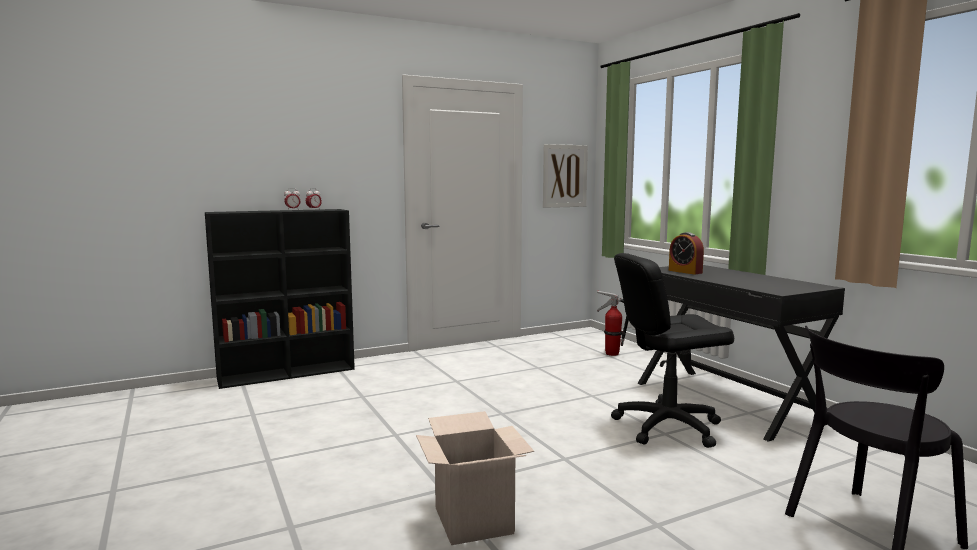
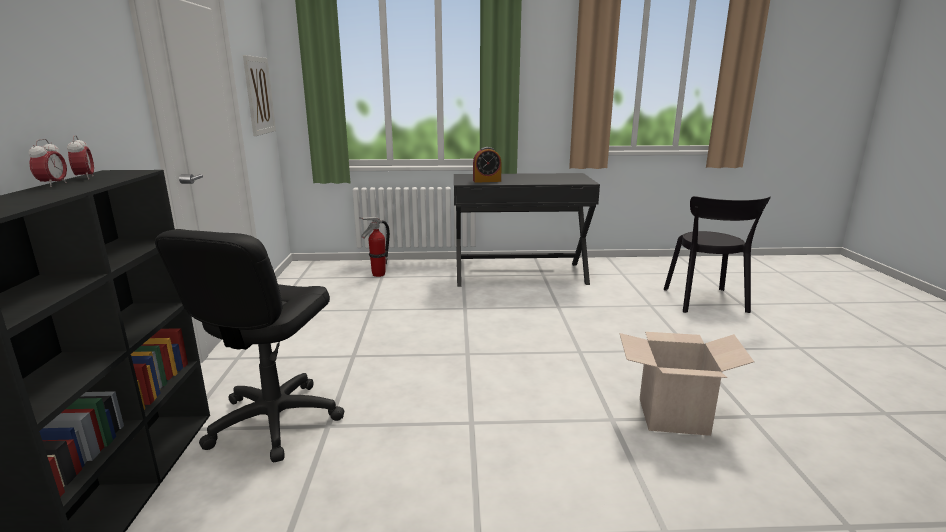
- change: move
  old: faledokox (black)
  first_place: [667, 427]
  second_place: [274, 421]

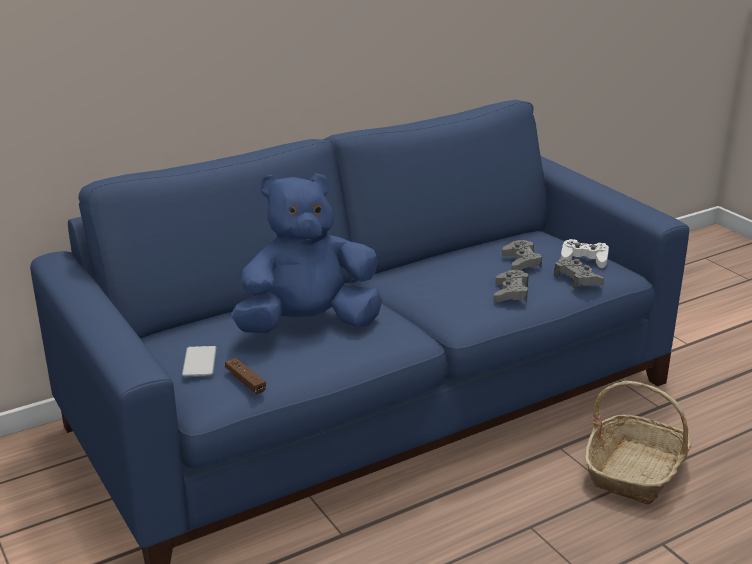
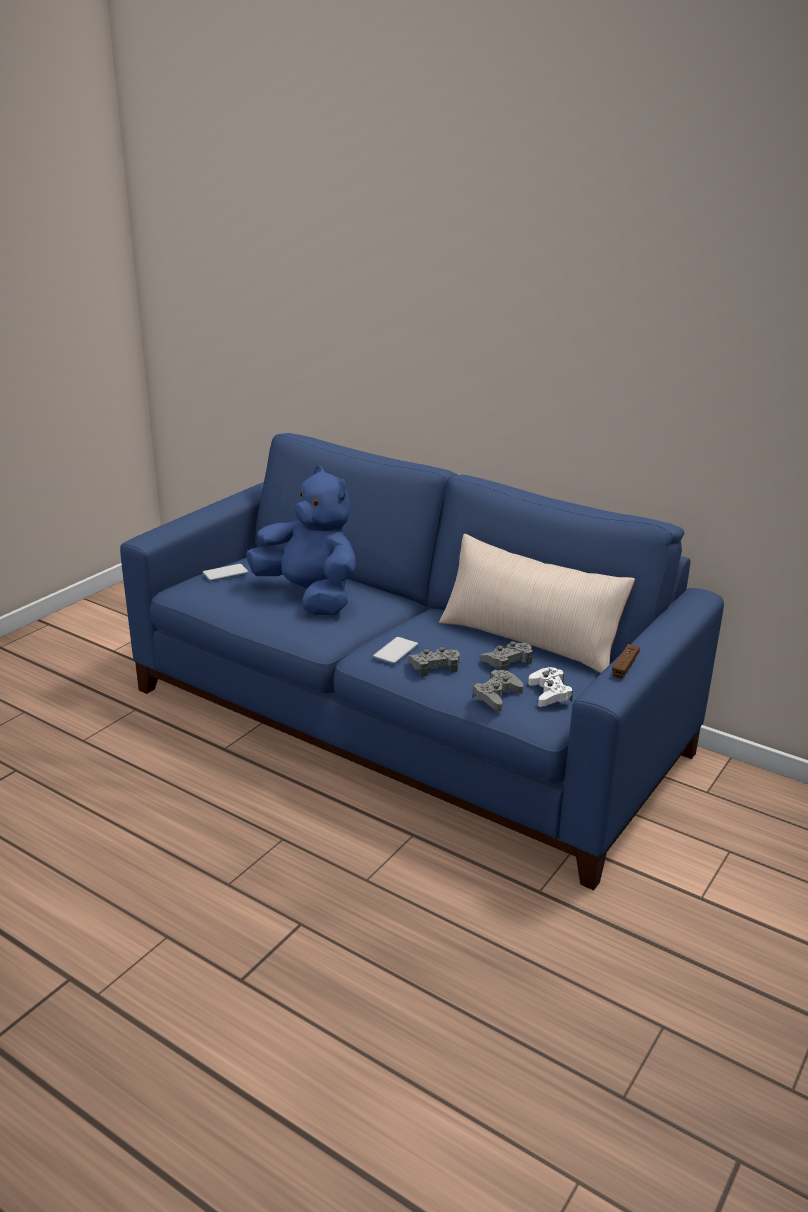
- change: delete
  old: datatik
  first_place: [635, 470]
- change: insert
  new: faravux
  second_place: [395, 651]
- change: insert
  new: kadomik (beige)
  second_place: [529, 639]
- change: move
  old: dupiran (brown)
  first_place: [245, 381]
  second_place: [625, 666]

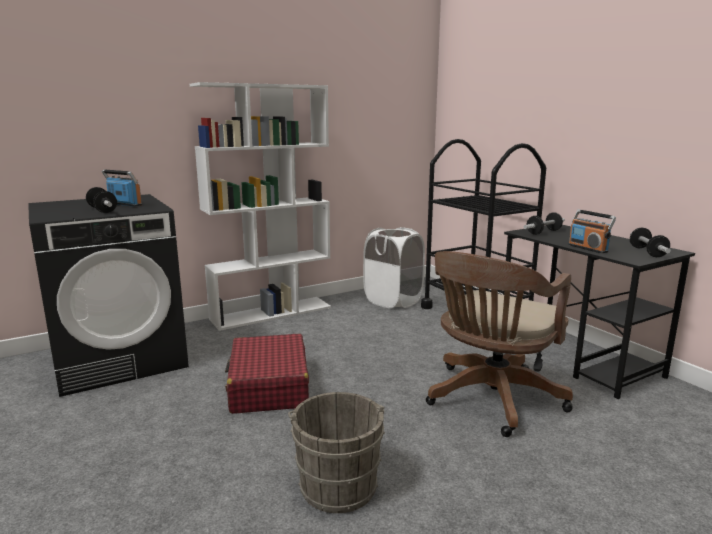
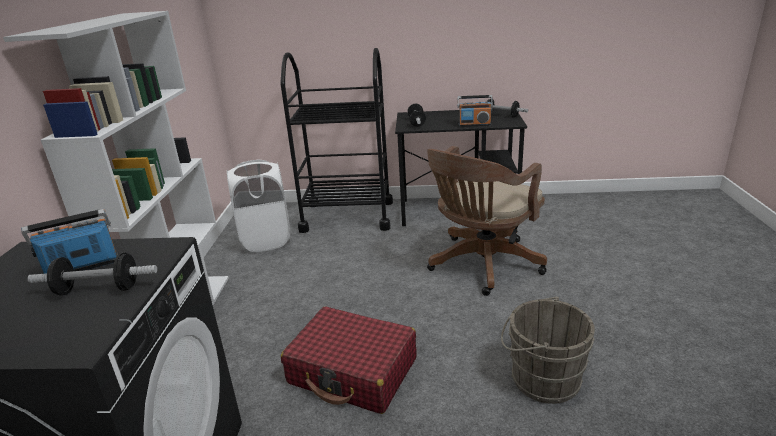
- change: rotate
  old: faledokox (brown)
  first_place: [491, 400]
  second_place: [481, 266]
  degrees: 60

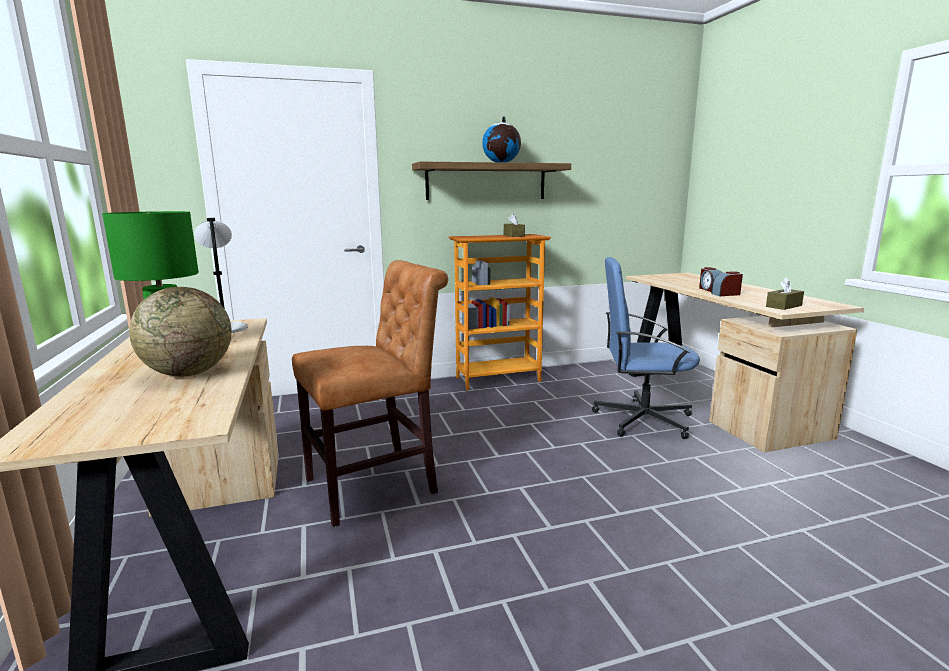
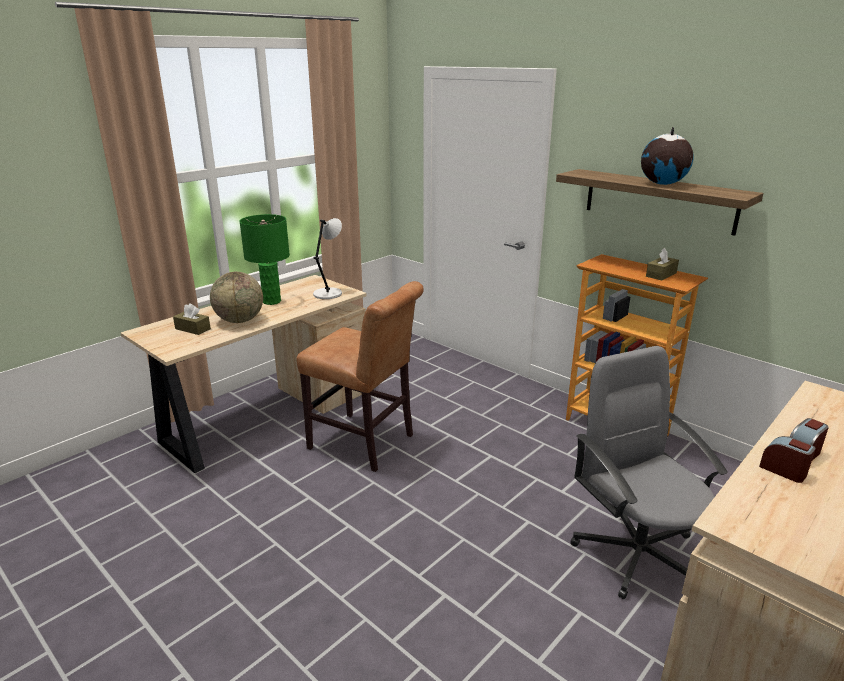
- change: move
  old: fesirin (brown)
  first_place: [783, 306]
  second_place: [193, 329]
- change: recolor
  old: faledokox (blue)
  new: faledokox (grey)
  first_place: [641, 419]
  second_place: [636, 552]

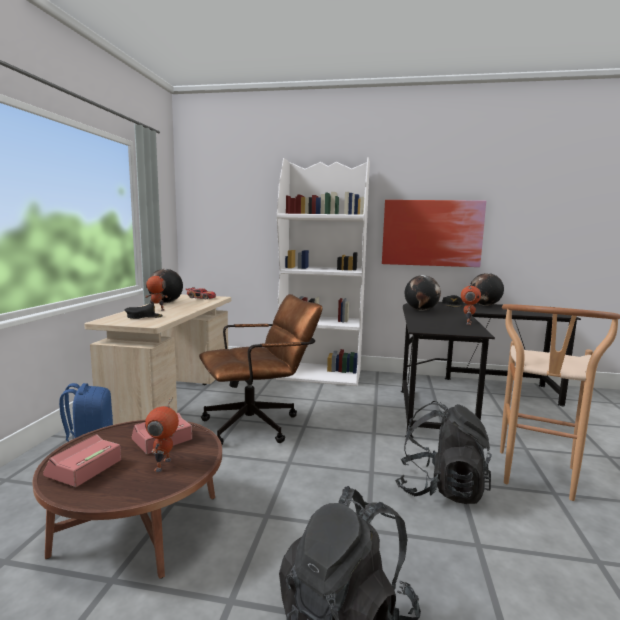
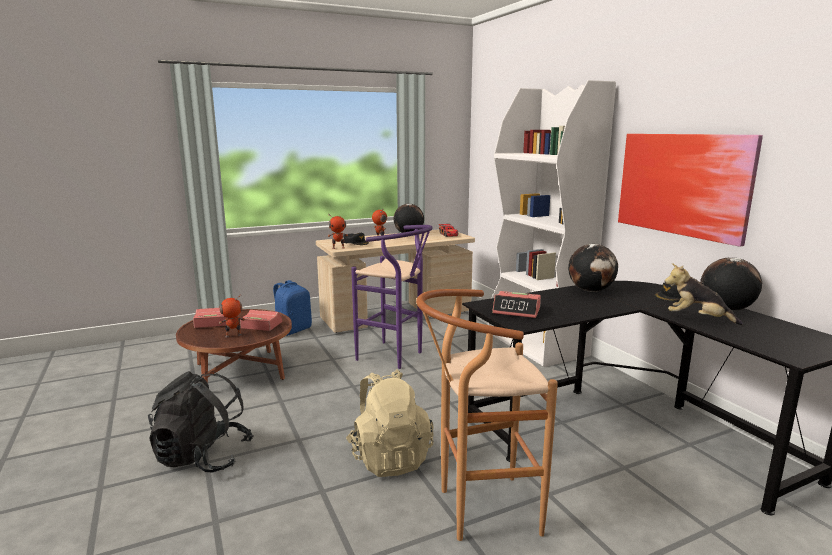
- change: insert
  new: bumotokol
  second_place: [516, 311]
- change: insert
  new: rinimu
  second_place: [697, 319]
- change: move
  old: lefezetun
  first_place: [468, 323]
  second_place: [338, 248]
- change: replace
  old: faledokox (brown)
  new: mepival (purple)
  first_place: [259, 424]
  second_place: [395, 357]
- change: recolor
  old: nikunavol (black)
  new: nikunavol (beige)
  first_place: [441, 489]
  second_place: [389, 457]

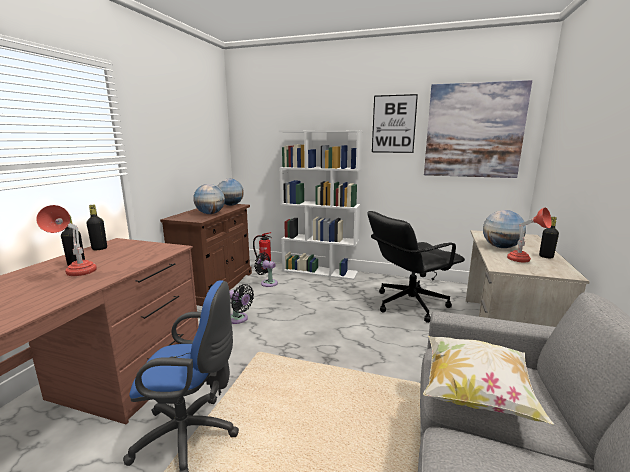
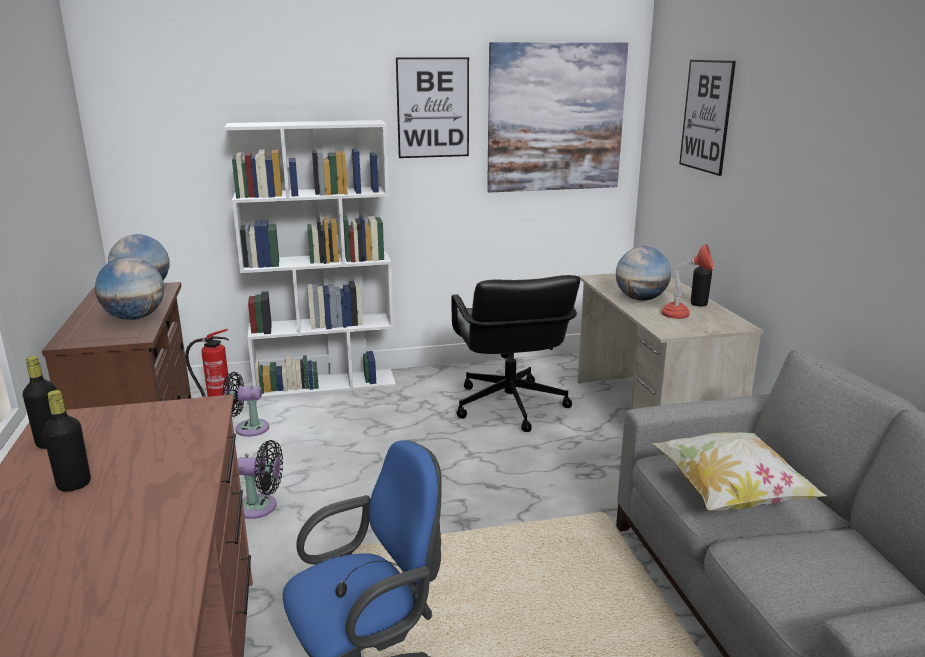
- change: delete
  old: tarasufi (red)
  first_place: [77, 274]
- change: insert
  new: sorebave
  second_place: [706, 116]
- change: rotate
  old: faledokox (black)
  first_place: [409, 304]
  second_place: [509, 406]
  degrees: -45

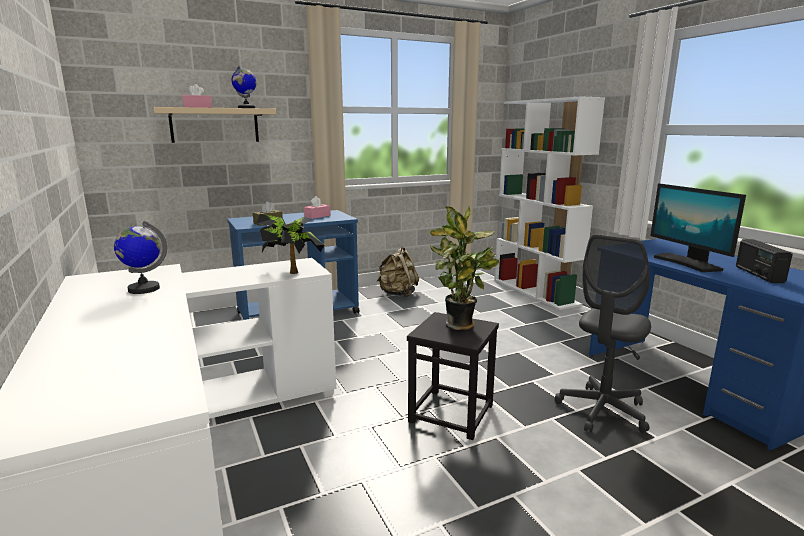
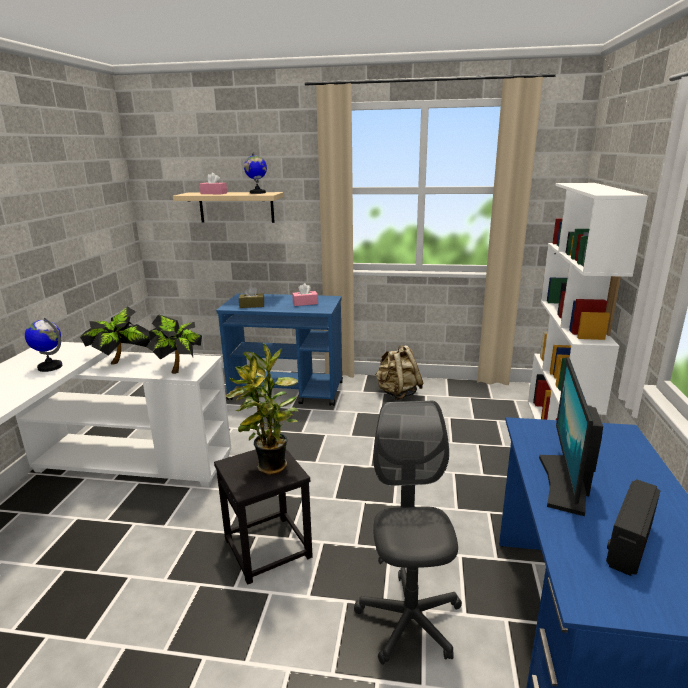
- change: insert
  new: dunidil
  second_place: [122, 361]
- change: rotate
  old: faledokox (grey)
  first_place: [602, 411]
  second_place: [409, 620]
  degrees: 105

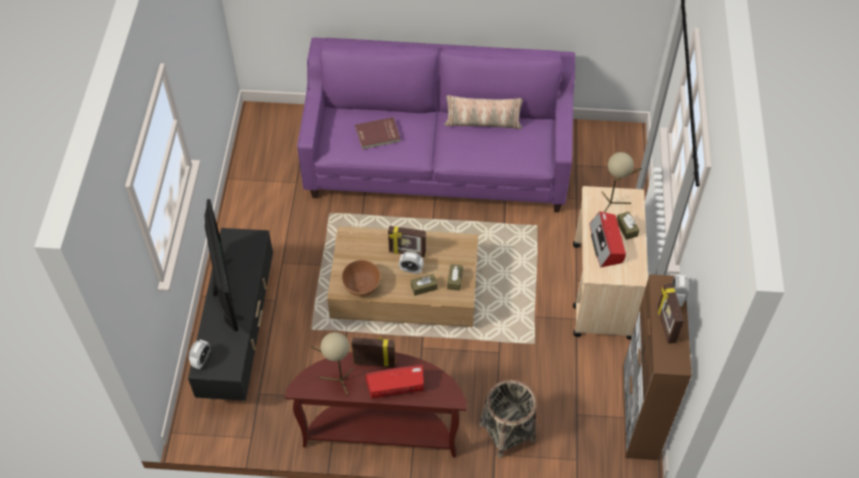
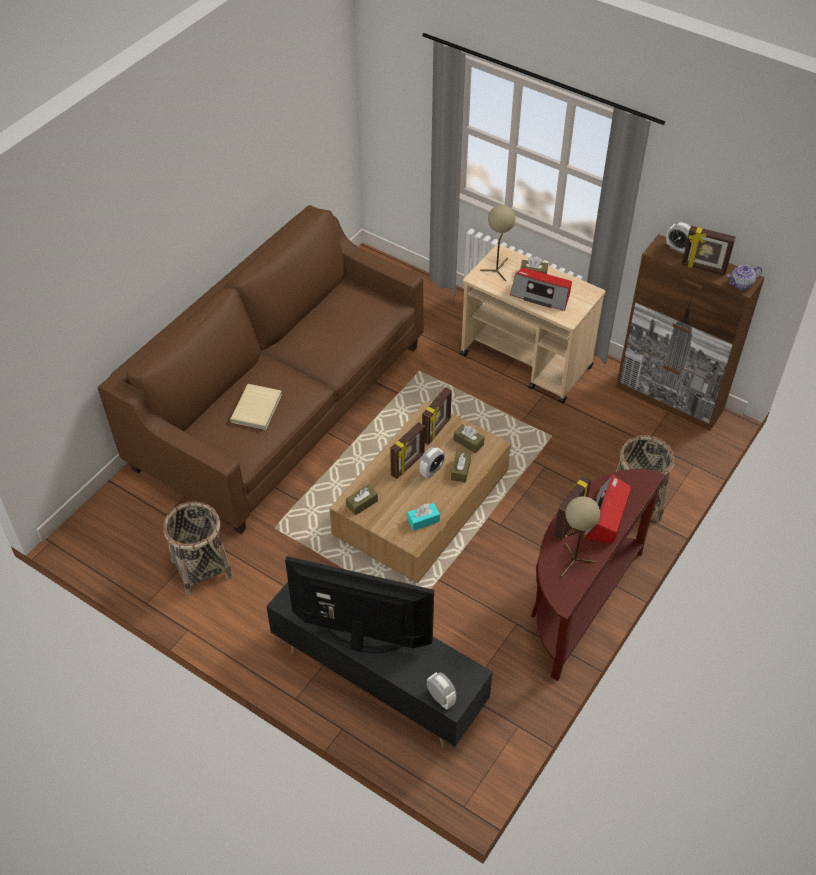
- change: delete
  old: kadomik
  first_place: [483, 122]
- change: insert
  new: datatik
  second_place: [201, 568]
- change: insert
  new: fesirin (brown)
  second_place: [362, 503]
- change: insert
  new: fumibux
  second_place: [437, 430]
- change: insert
  new: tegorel
  second_place: [741, 284]
- change: replace
  old: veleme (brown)
  new: fesirin (turquoise)
  first_place: [362, 286]
  second_place: [423, 520]
- change: recolor
  old: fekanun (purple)
  new: fekanun (brown)
  first_place: [437, 161]
  second_place: [280, 408]
- change: recolor
  old: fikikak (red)
  new: fikikak (beige)
  first_place: [378, 135]
  second_place: [257, 408]

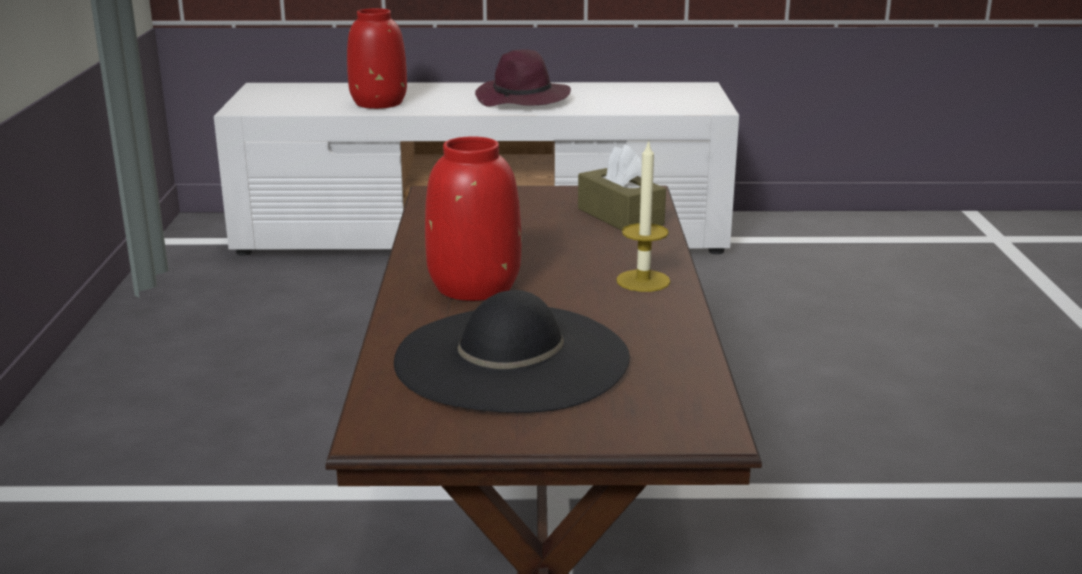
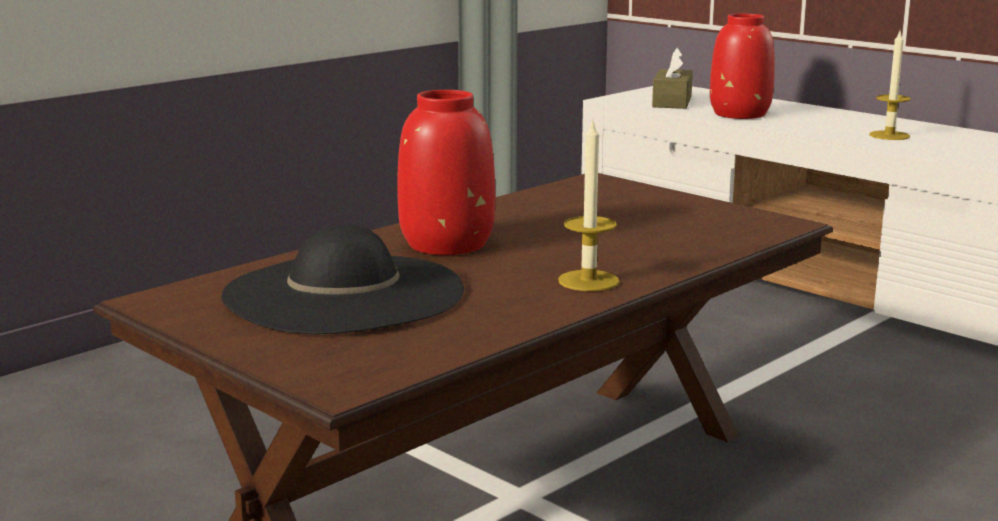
- change: move
  old: fesirin (brown)
  first_place: [620, 216]
  second_place: [672, 102]
- change: replace
  old: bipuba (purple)
  new: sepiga
  first_place: [523, 100]
  second_place: [889, 135]

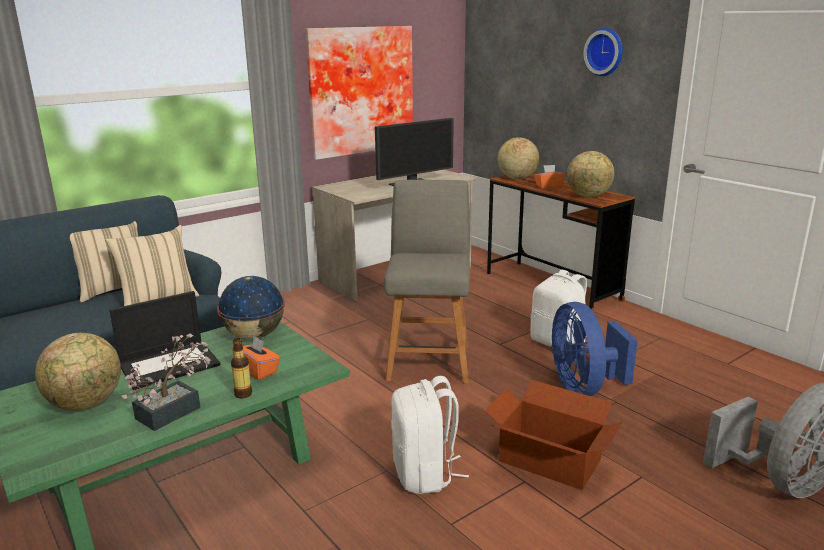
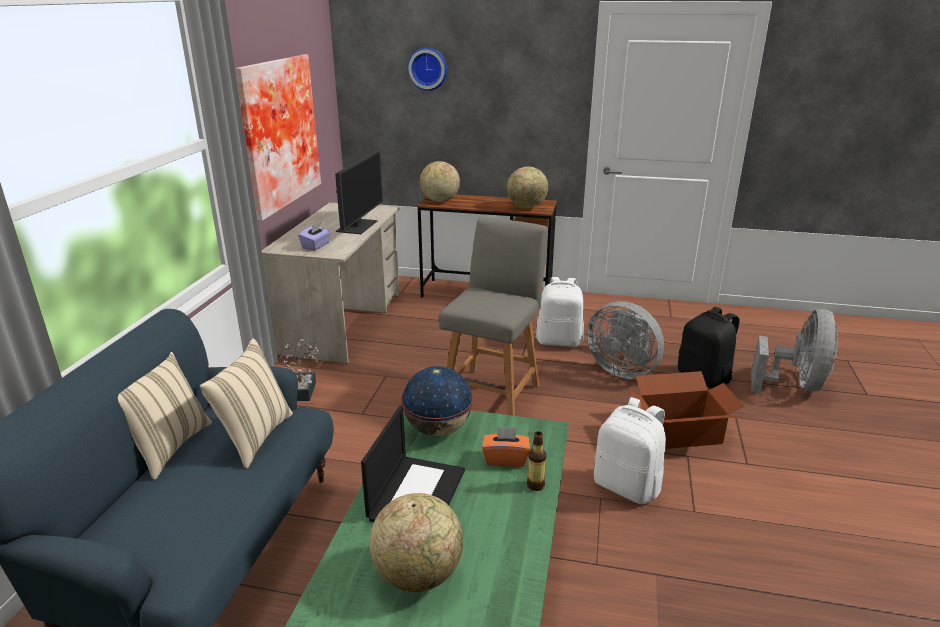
- change: delete
  old: fesirin (orange)
  first_place: [548, 186]
- change: insert
  new: fesirin (purple)
  second_place: [316, 246]
- change: insert
  new: nikunavol (black)
  second_place: [704, 377]
- change: move
  old: dunidil
  first_place: [175, 410]
  second_place: [303, 389]
- change: move
  old: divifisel
  first_place: [605, 52]
  second_place: [428, 68]
- change: recolor
  old: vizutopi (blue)
  new: vizutopi (grey)
  first_place: [583, 388]
  second_place: [622, 369]
- change: rotate
  old: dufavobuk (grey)
  first_place: [429, 360]
  second_place: [492, 393]
  degrees: 60

